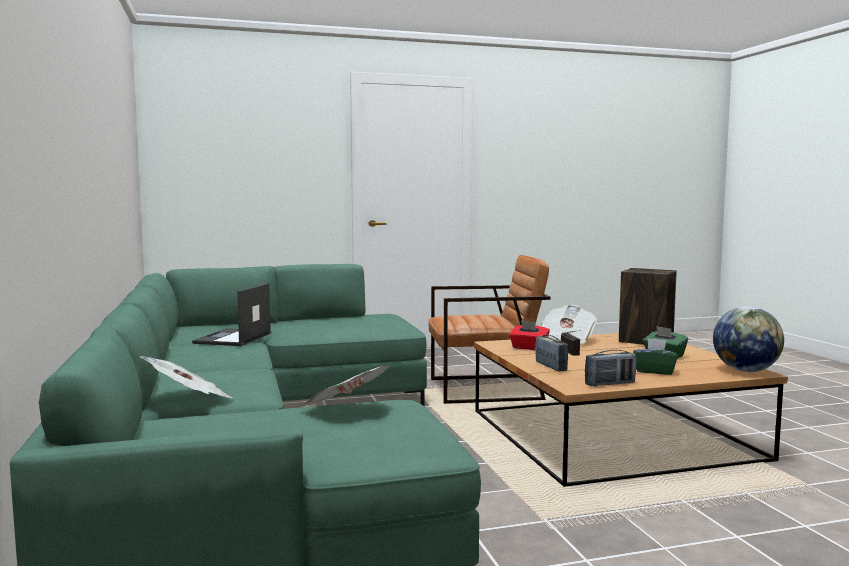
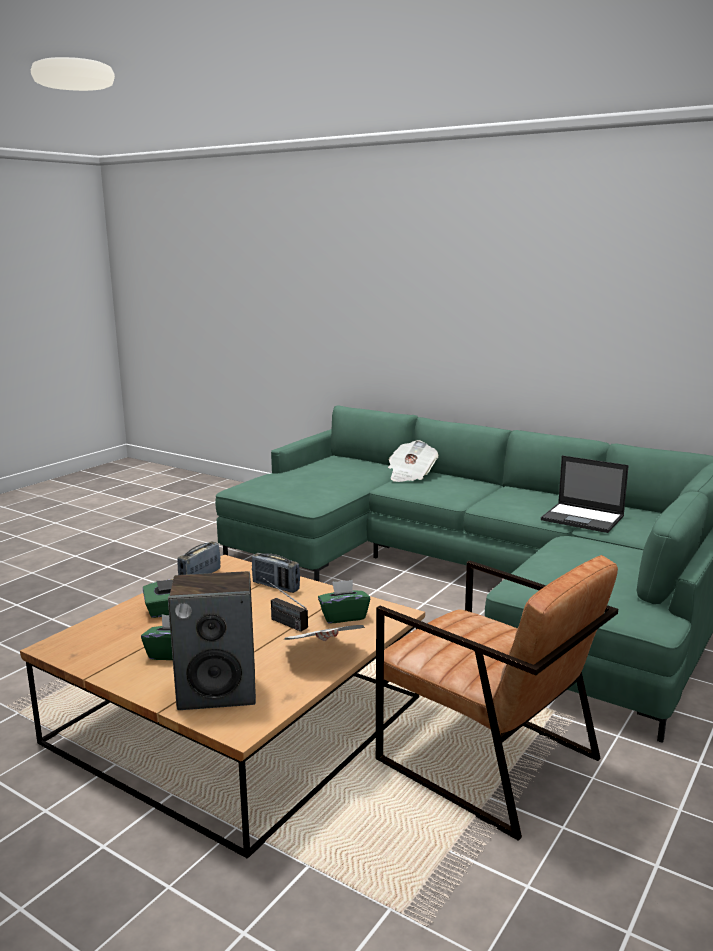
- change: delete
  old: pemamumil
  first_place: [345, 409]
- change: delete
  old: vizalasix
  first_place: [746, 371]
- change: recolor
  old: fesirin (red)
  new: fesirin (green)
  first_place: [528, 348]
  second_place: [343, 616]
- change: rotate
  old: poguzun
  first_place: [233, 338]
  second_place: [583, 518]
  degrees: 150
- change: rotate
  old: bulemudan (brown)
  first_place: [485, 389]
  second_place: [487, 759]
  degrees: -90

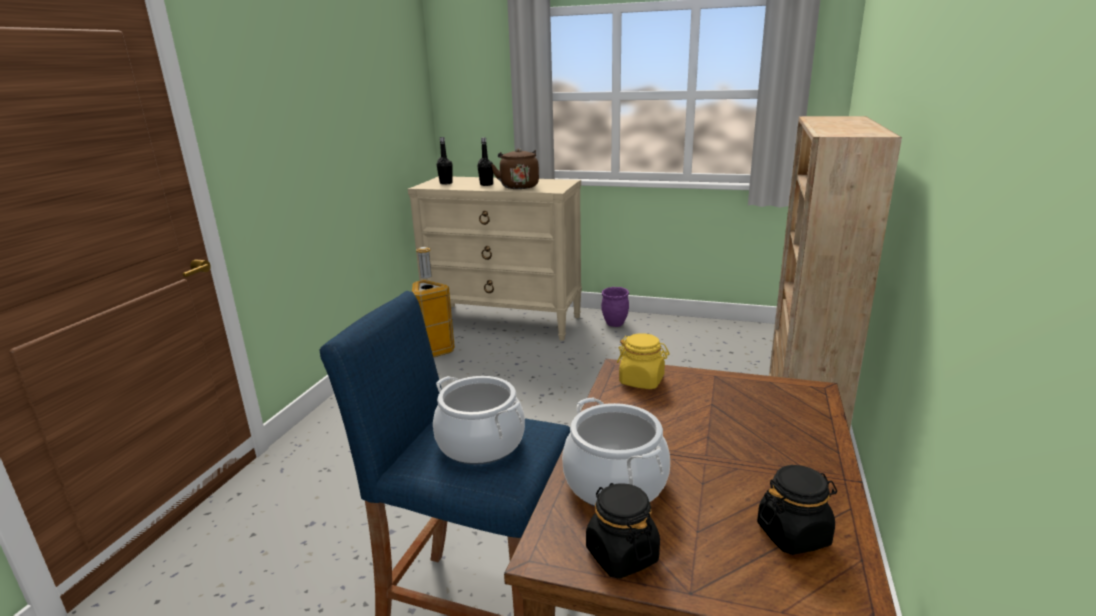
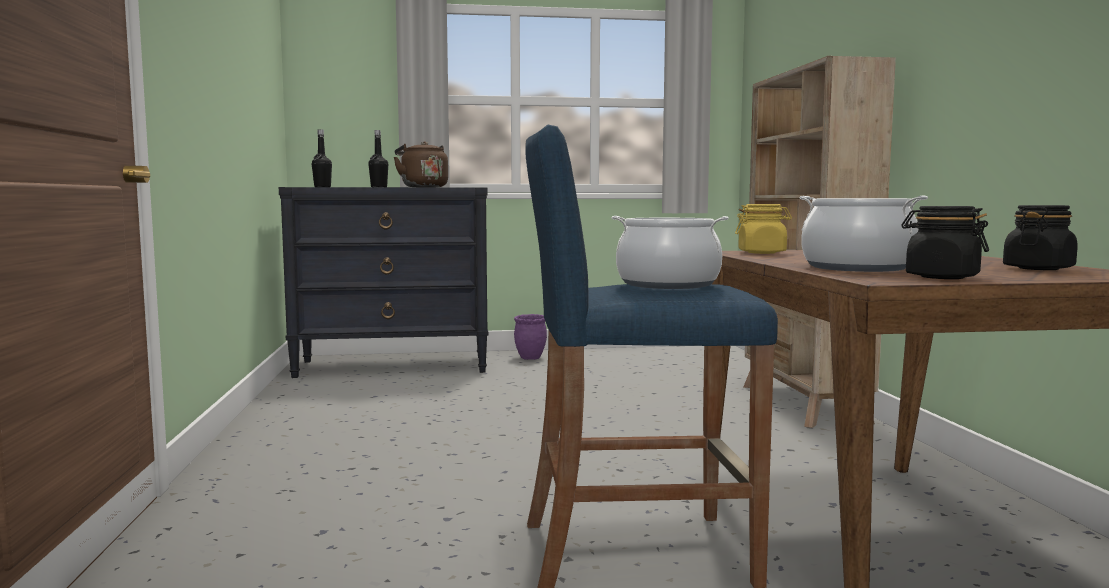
- change: delete
  old: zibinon
  first_place: [433, 351]
- change: recolor
  old: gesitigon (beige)
  new: gesitigon (black)
  first_place: [504, 321]
  second_place: [394, 366]

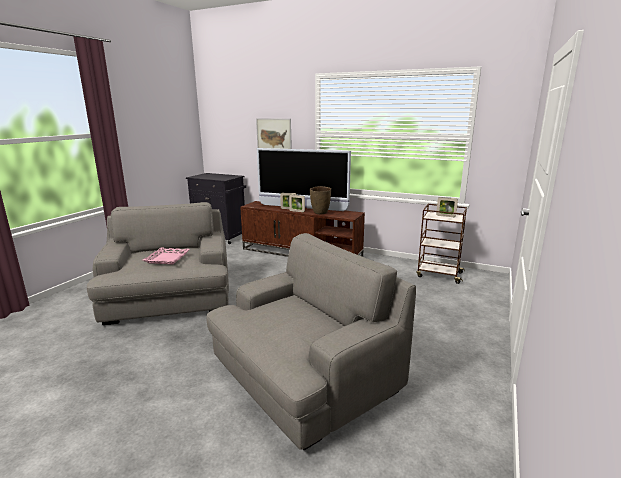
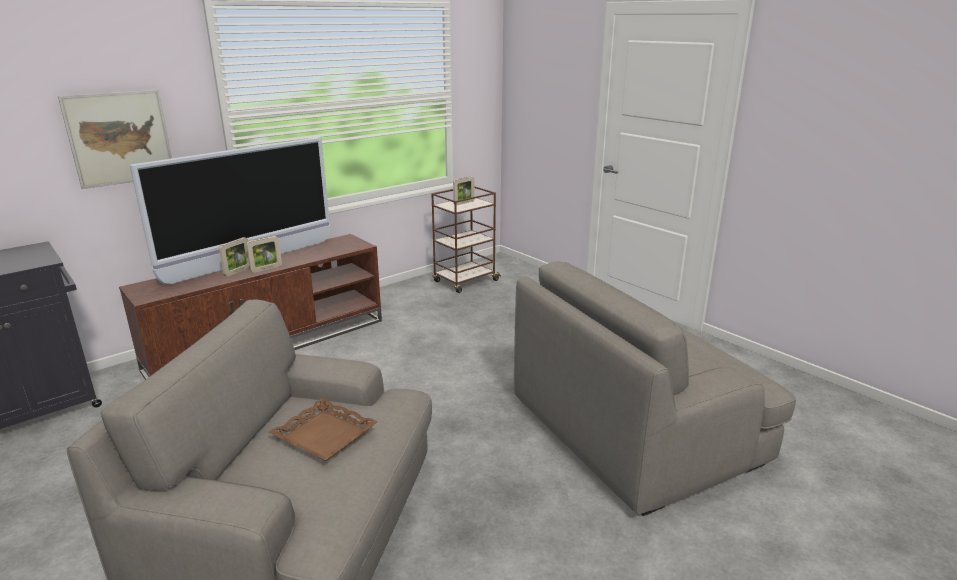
- change: delete
  old: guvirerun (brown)
  first_place: [320, 213]
- change: recolor
  old: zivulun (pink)
  new: zivulun (brown)
  first_place: [167, 258]
  second_place: [324, 435]
- change: rotate
  old: bulemudan (grey)
  first_place: [304, 376]
  second_place: [635, 430]
  degrees: -105

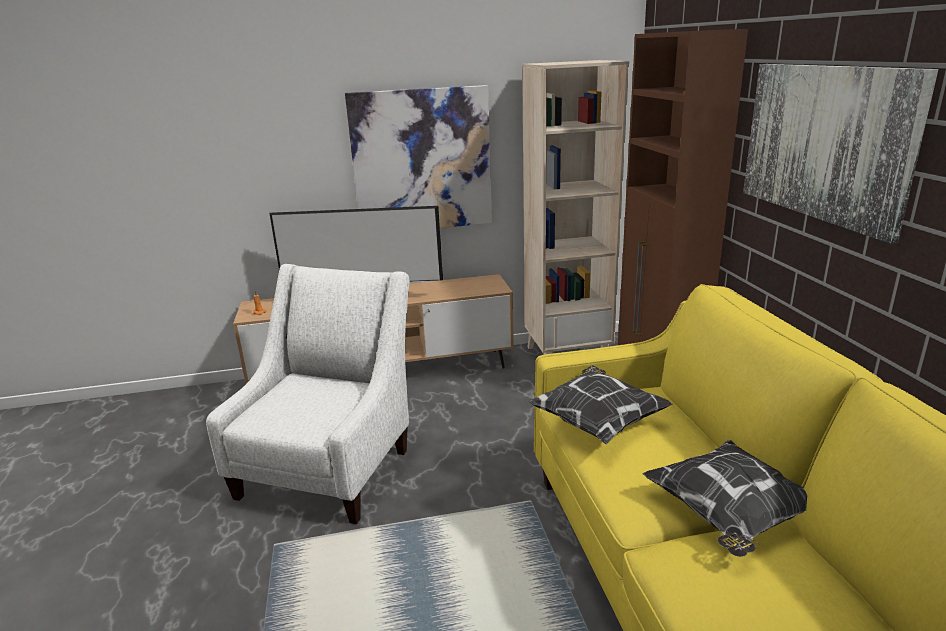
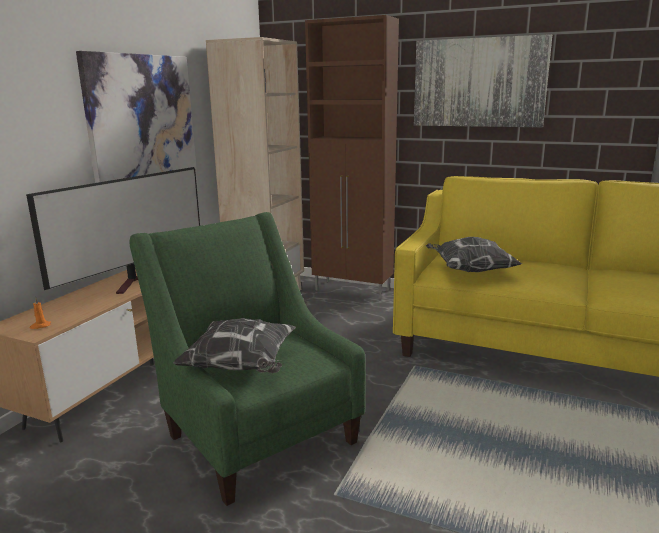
- change: move
  old: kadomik
  first_place: [729, 516]
  second_place: [242, 366]
- change: recolor
  old: bulemudan (white)
  new: bulemudan (green)
  first_place: [331, 466]
  second_place: [255, 432]

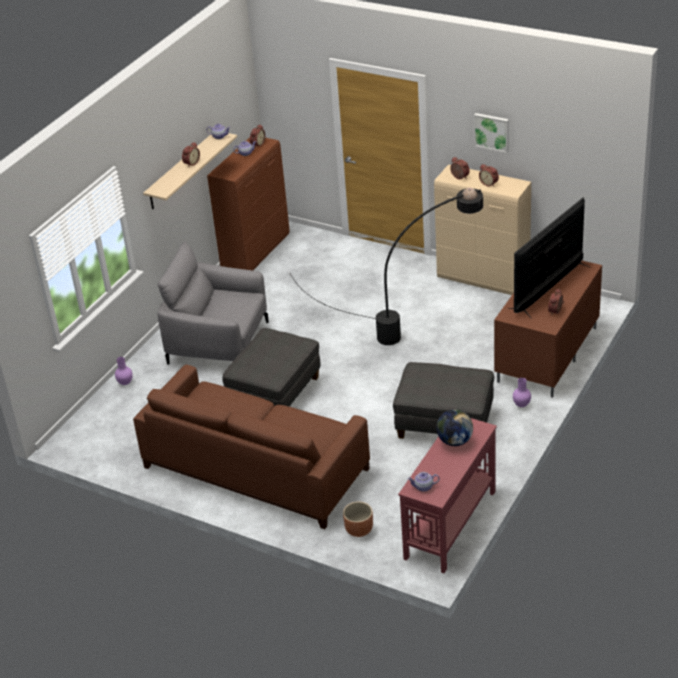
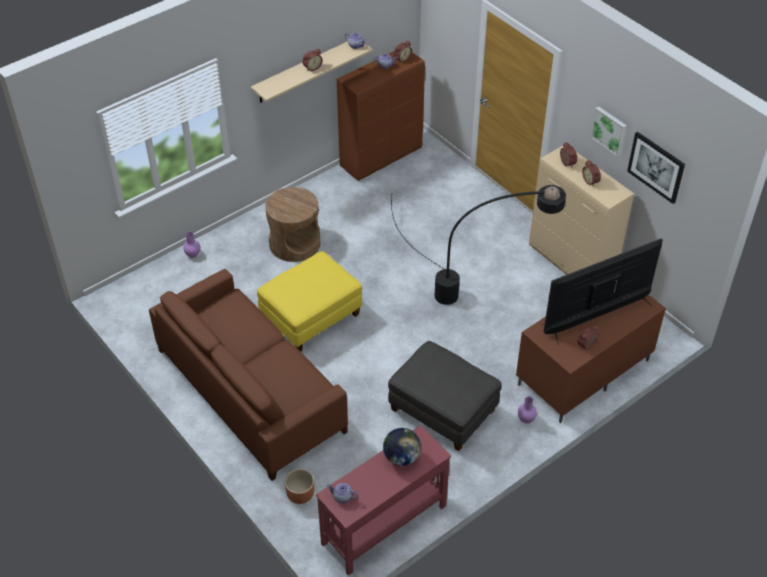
- change: insert
  new: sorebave
  second_place: [656, 167]
- change: replace
  old: bulemudan (grey)
  new: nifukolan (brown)
  first_place: [219, 343]
  second_place: [294, 243]
- change: recolor
  old: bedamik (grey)
  new: bedamik (yellow)
  first_place: [275, 393]
  second_place: [311, 317]

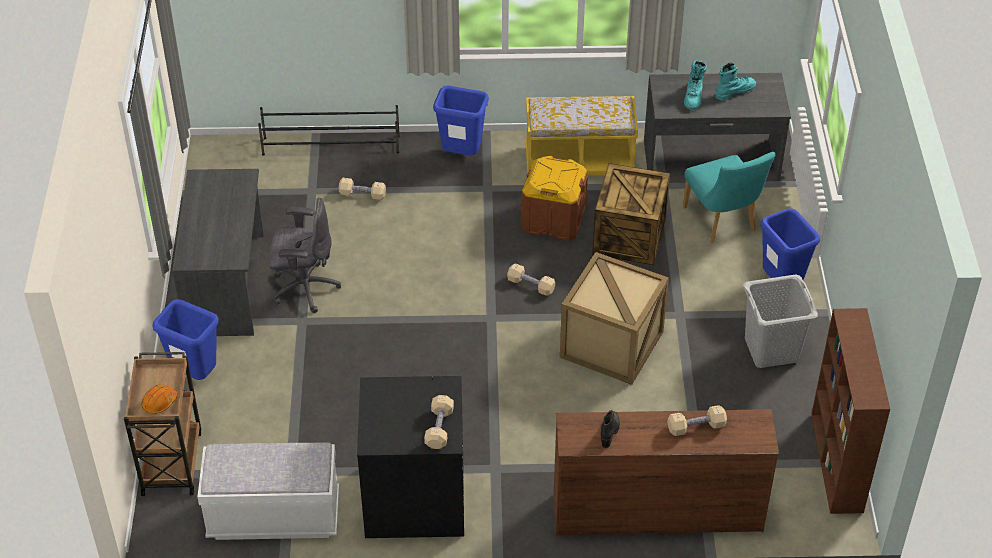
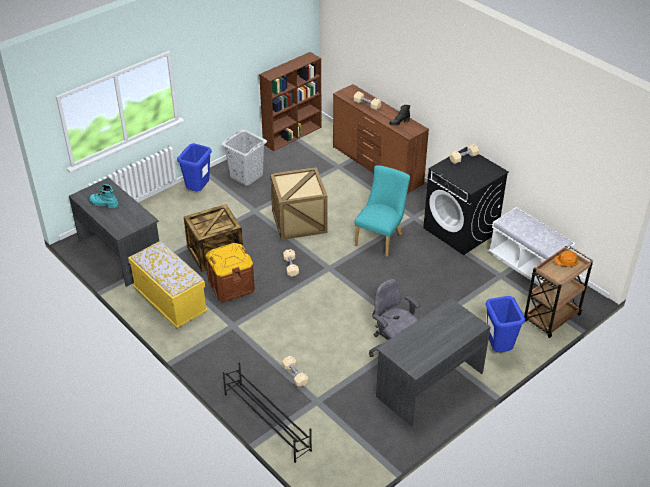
- change: delete
  old: zibinon (blue)
  first_place: [462, 155]
- change: delete
  old: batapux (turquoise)
  first_place: [693, 97]
- change: move
  old: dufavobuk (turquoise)
  first_place: [722, 222]
  second_place: [381, 238]

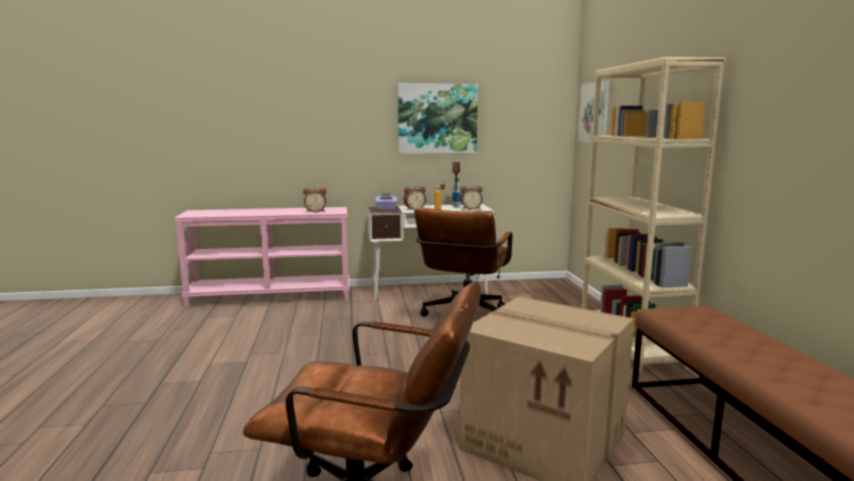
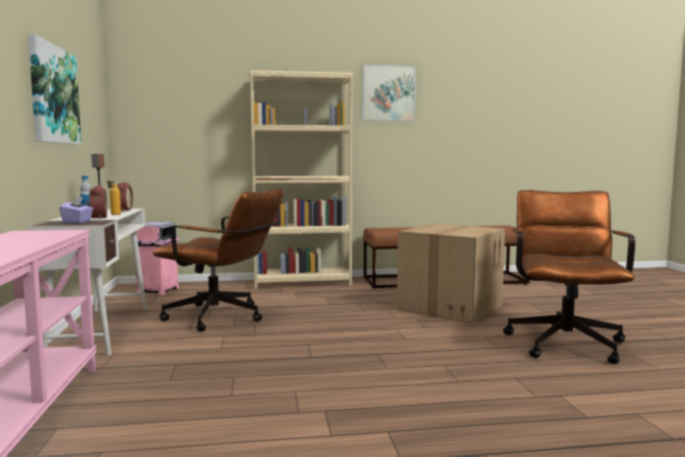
- change: delete
  old: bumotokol
  first_place: [315, 211]
- change: insert
  new: zibinon (pink)
  second_place: [157, 291]
- change: move
  old: sorebave
  first_place: [594, 112]
  second_place: [388, 93]

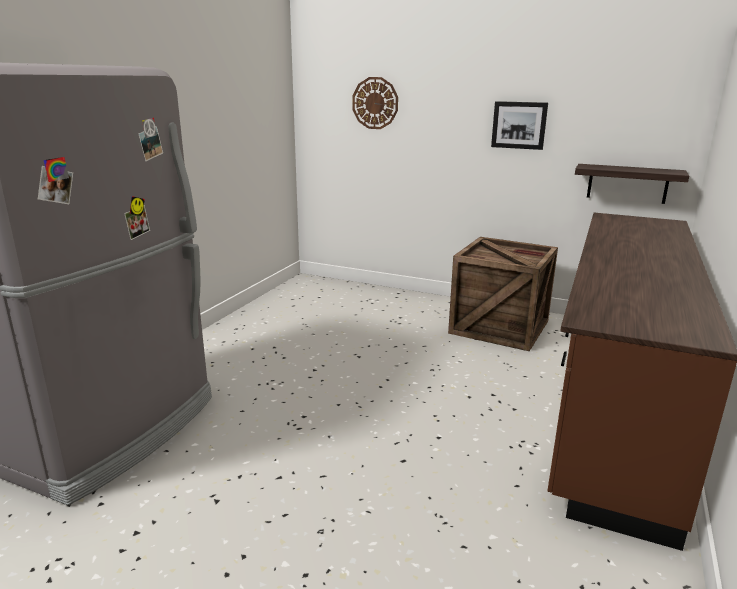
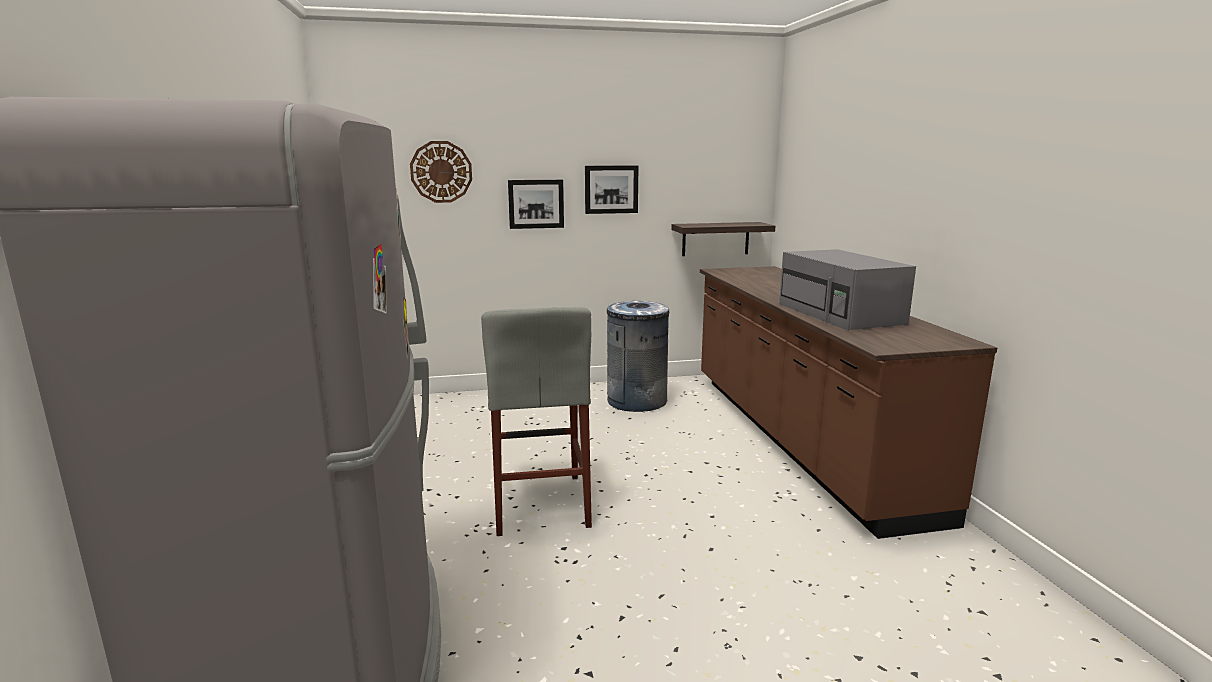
- change: insert
  new: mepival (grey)
  second_place: [540, 503]
- change: insert
  new: sorebave
  second_place: [536, 204]
- change: insert
  new: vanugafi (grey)
  second_place: [841, 314]
- change: replace
  old: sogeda
  new: zibinon (grey)
  first_place: [501, 327]
  second_place: [636, 401]

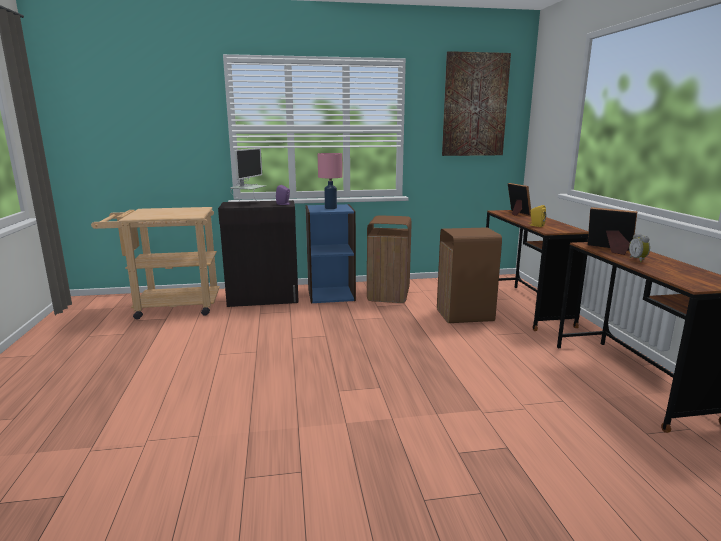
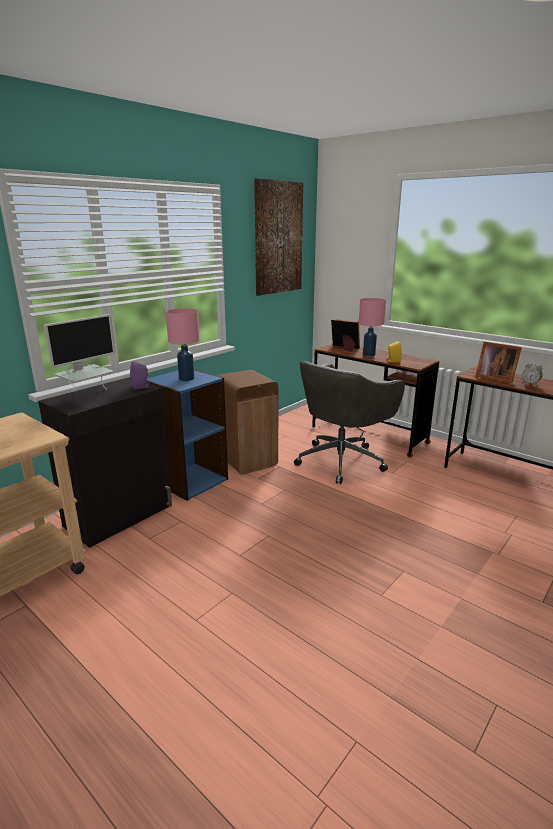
- change: insert
  new: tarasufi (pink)
  second_place: [369, 355]
- change: replace
  old: zibinon (brown)
  new: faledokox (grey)
  first_place: [464, 315]
  second_place: [342, 460]
- change: rotate
  old: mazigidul
  first_place: [249, 203]
  second_place: [87, 395]
  degrees: 60
- change: rotate
  old: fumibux
  first_place: [609, 249]
  second_place: [494, 378]
  degrees: -135

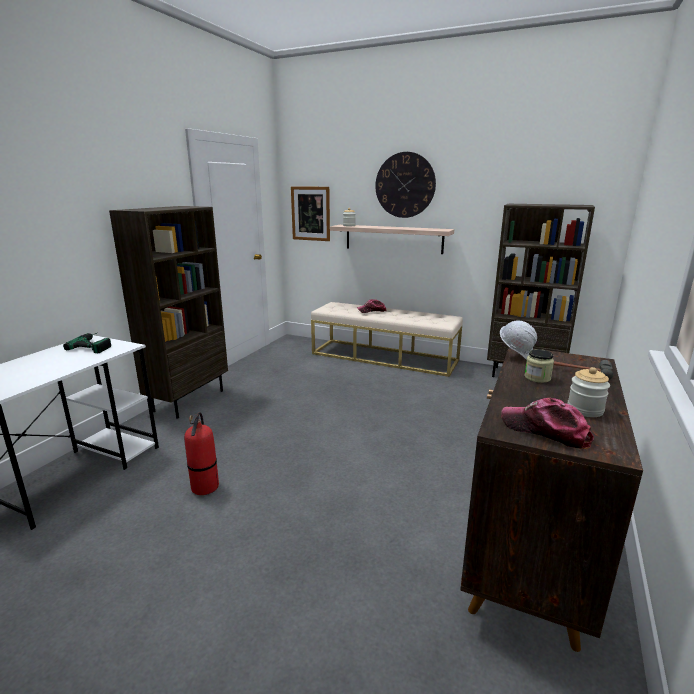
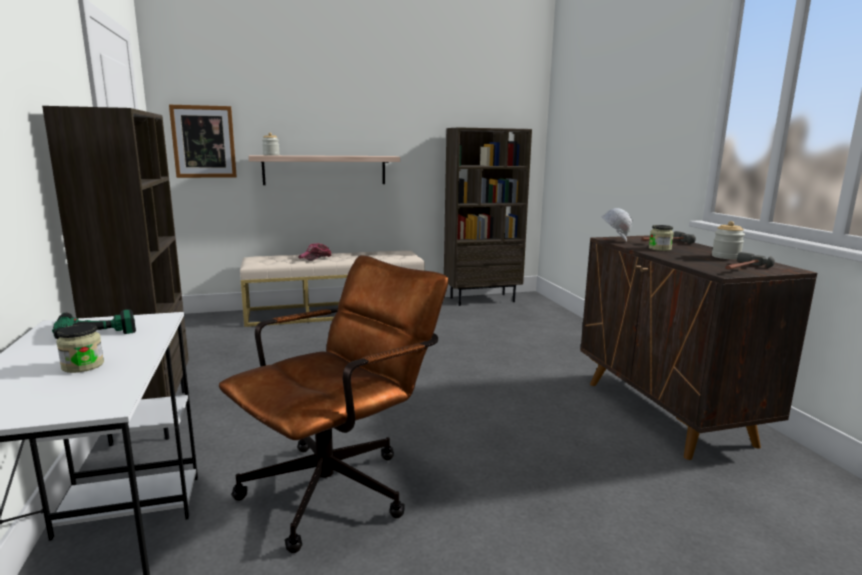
- change: delete
  old: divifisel
  first_place: [405, 185]
- change: insert
  new: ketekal
  second_place: [83, 365]
- change: replace
  old: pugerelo
  new: faledokox (brown)
  first_place: [205, 487]
  second_place: [340, 485]
- change: replace
  old: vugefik
  new: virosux
  first_place: [545, 431]
  second_place: [741, 268]

